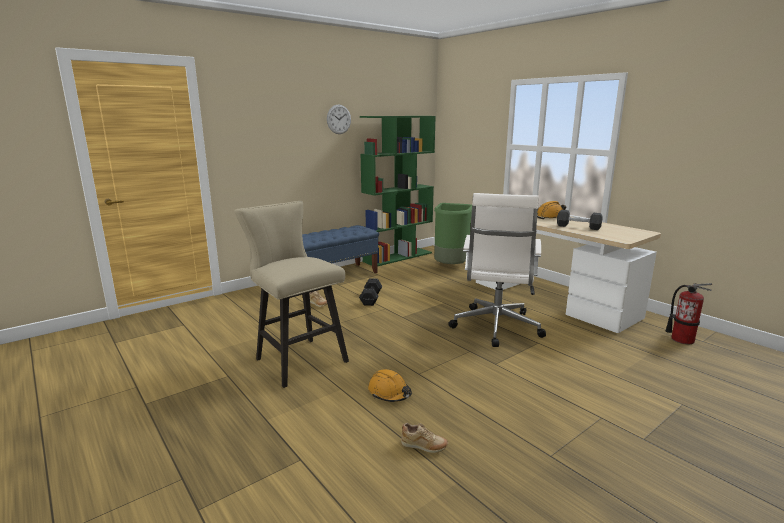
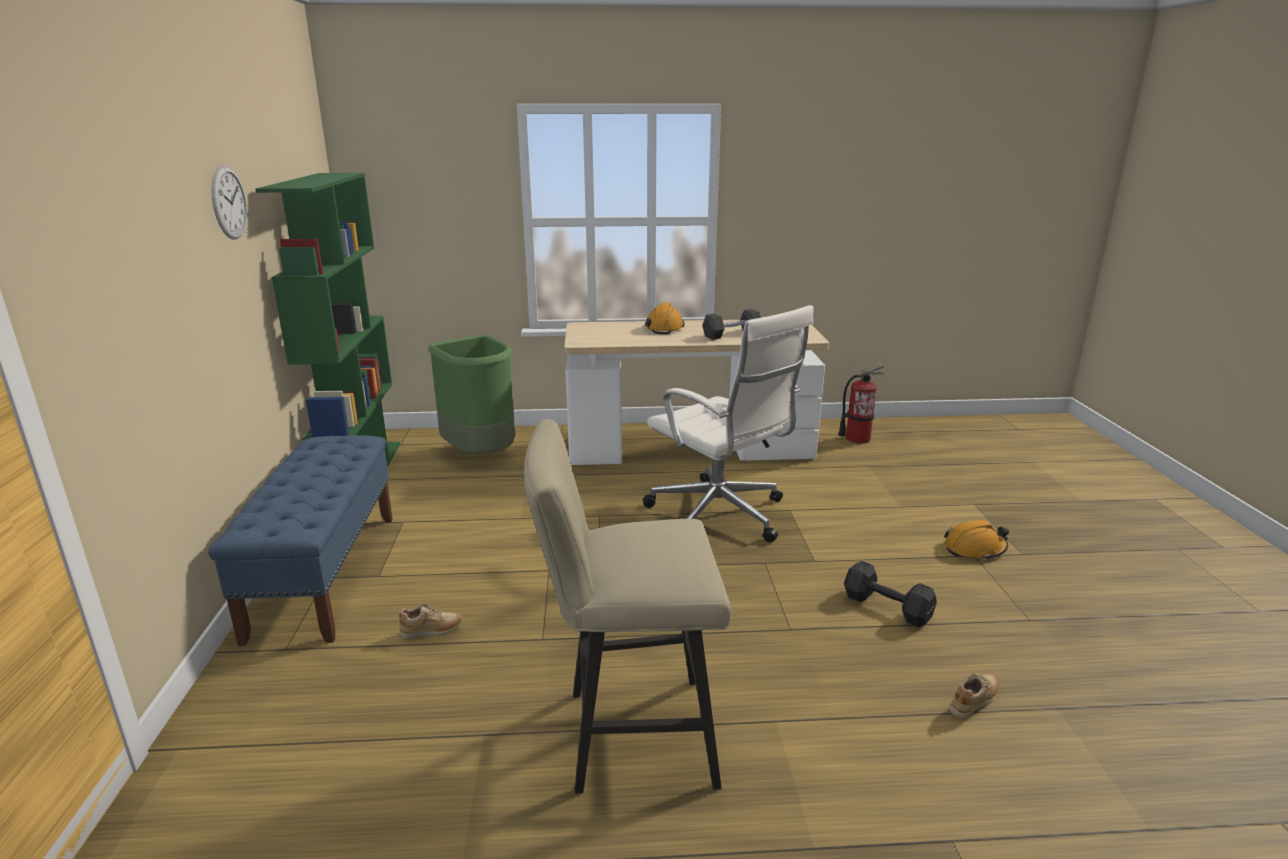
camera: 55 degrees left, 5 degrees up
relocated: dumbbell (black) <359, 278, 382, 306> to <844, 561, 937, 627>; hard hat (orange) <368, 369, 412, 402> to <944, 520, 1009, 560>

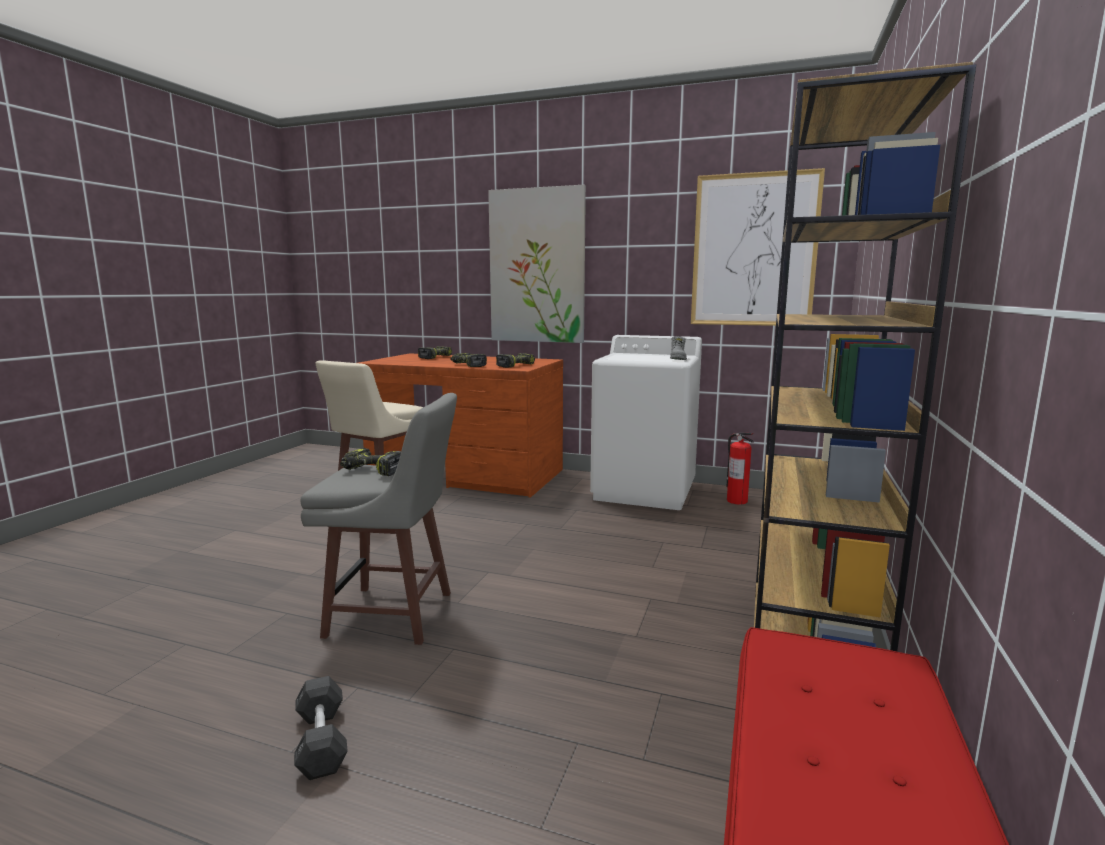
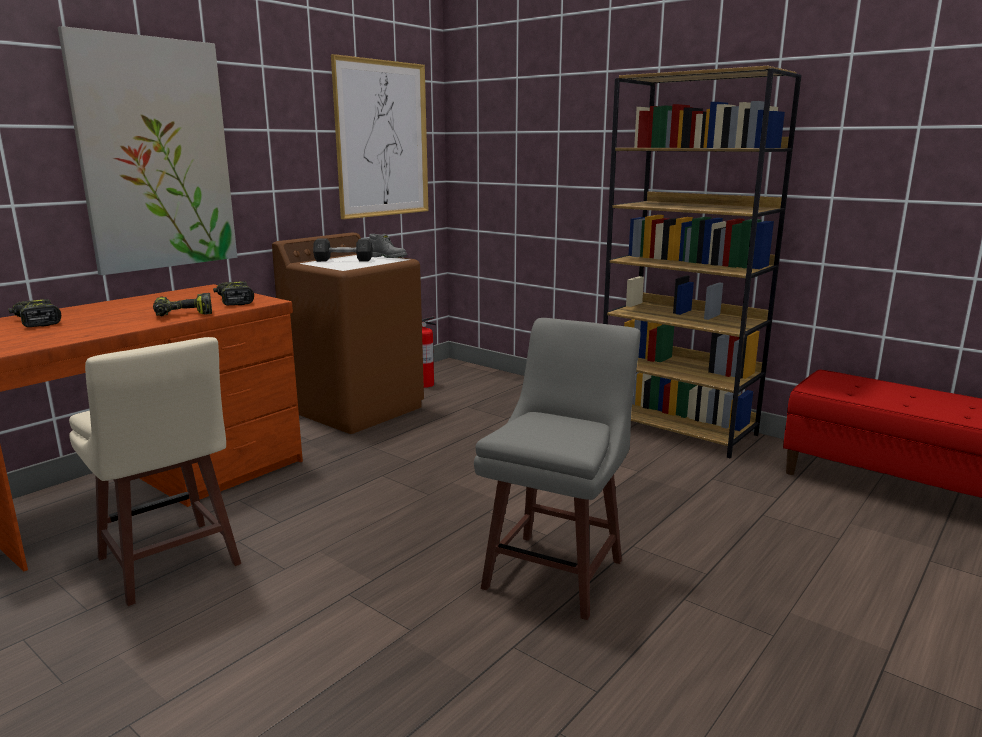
camera: 70 degrees left, 5 degrees up
missing: power drill <340, 448, 401, 476>
relocated: dumbbell (grey) <294, 676, 348, 780> to <313, 238, 373, 262>
colour: washing machine (white) <590, 335, 702, 510> to washing machine (brown) <272, 232, 424, 434>

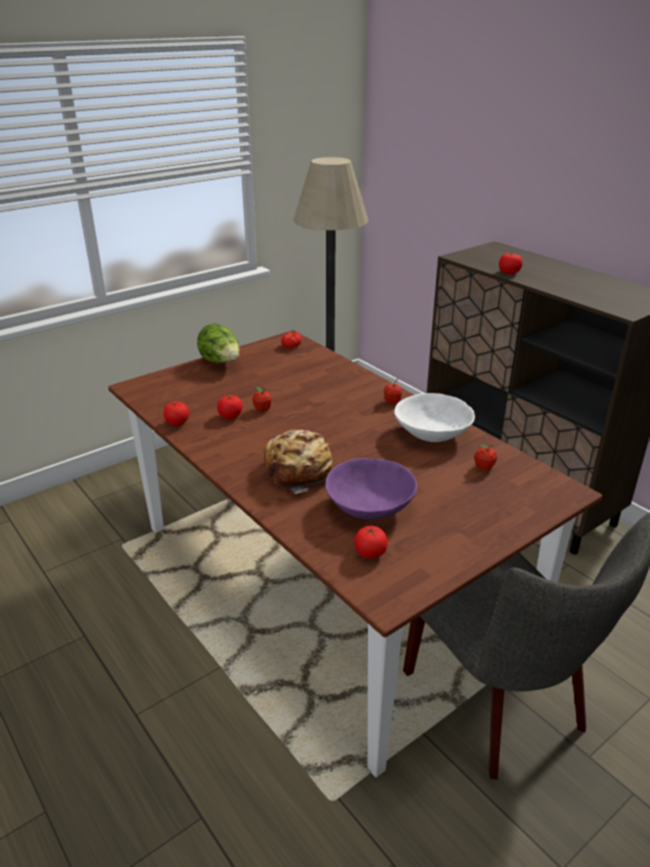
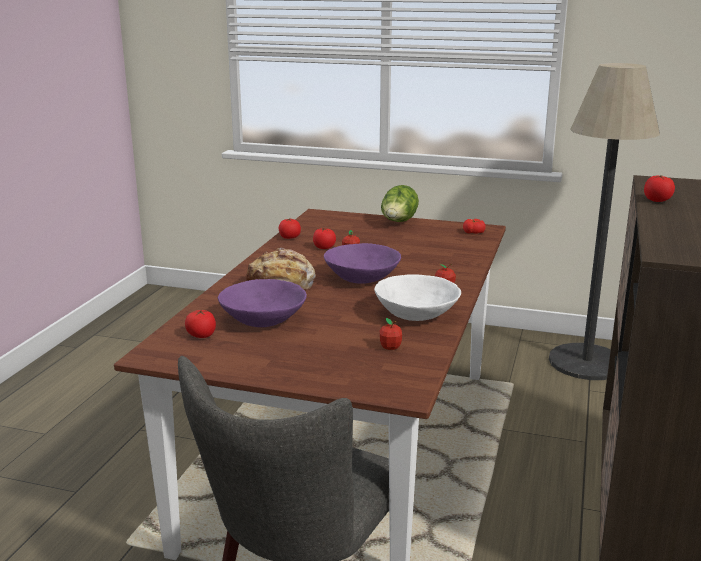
camera: 55 degrees right, 10 degrees down
appeared: bowl (purple) <324, 243, 401, 284>

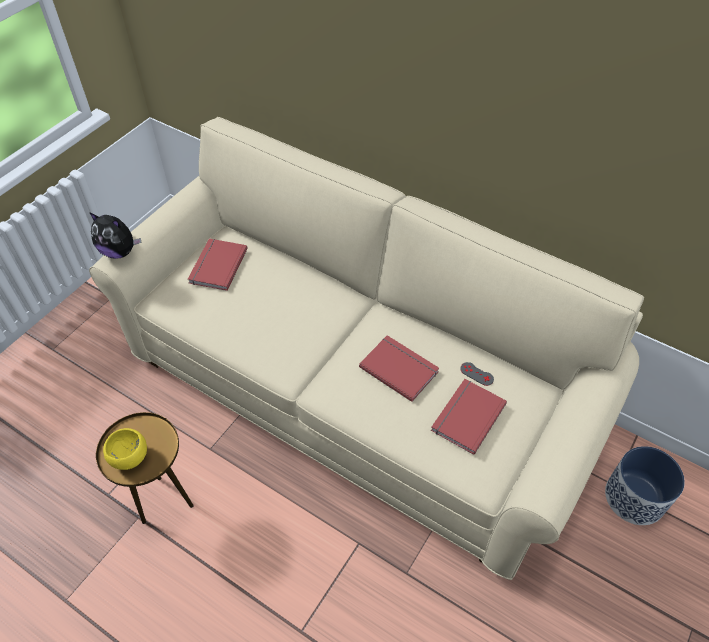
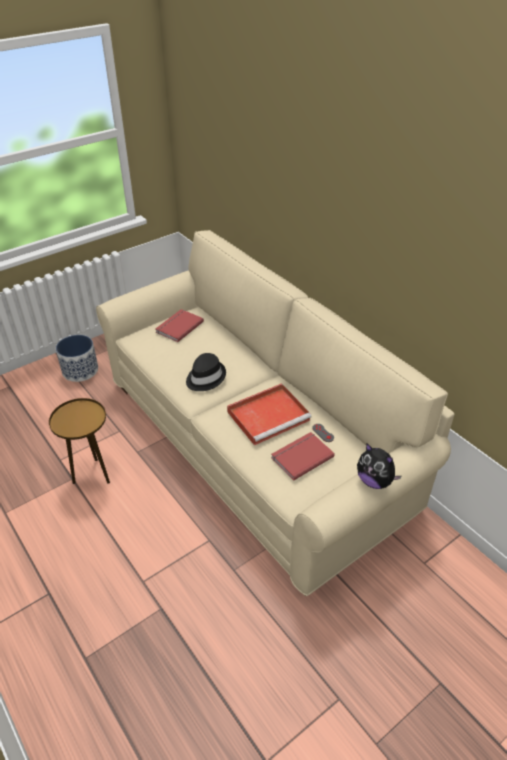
camera: 20 degrees right, 10 degrees down
missing: bowl (yellow) <103, 428, 147, 470>
appeared: hat (black) <186, 353, 226, 391>
relocated: plush toy <89, 212, 141, 259> to <357, 443, 402, 489>; planter <605, 446, 685, 525> to <56, 335, 98, 382>
exchanged: book (red) <359, 335, 439, 402> to tray (red) <227, 383, 312, 445>

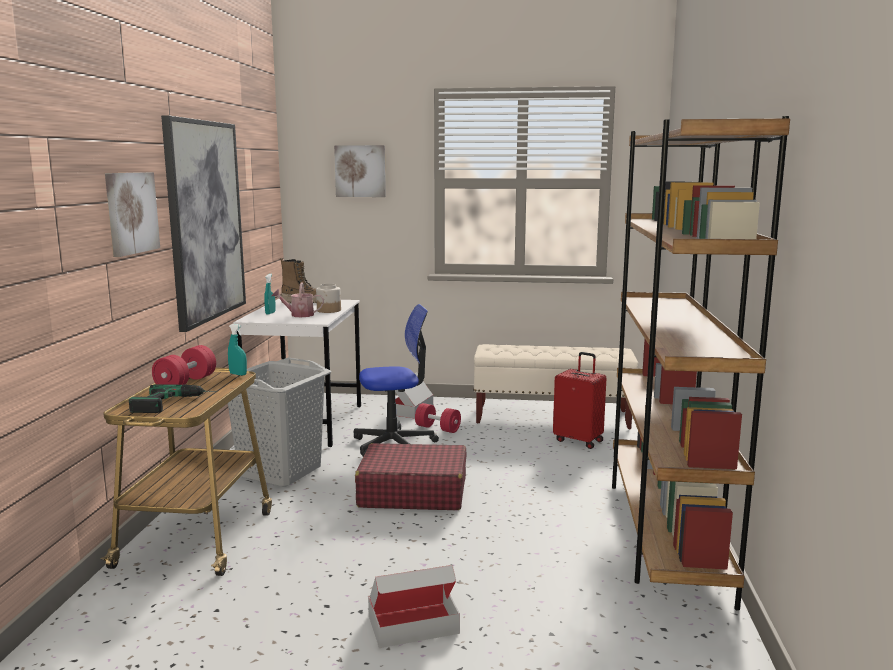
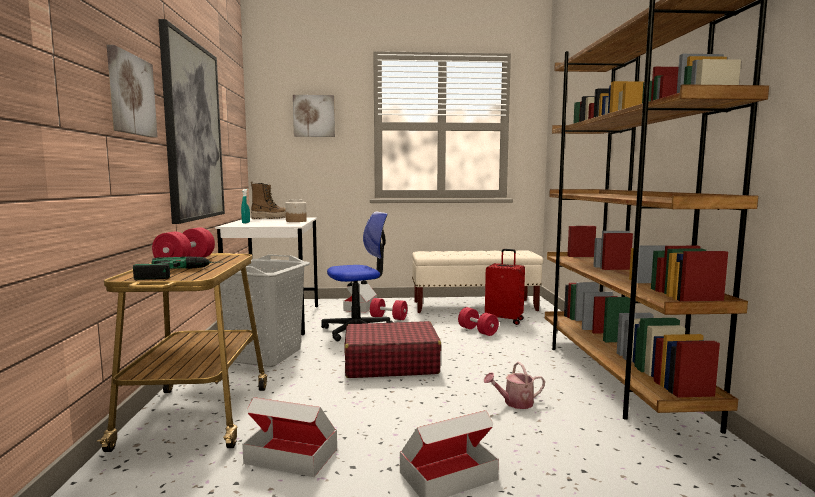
camera: 10 degrees left, 5 degrees down
missing: spray bottle (turquoise) <228, 324, 247, 376>
appeared: dumbbell (red) <458, 307, 499, 336>; cardboard box <242, 397, 337, 477>
relocated: watering can <271, 282, 324, 317> to <484, 362, 545, 409>

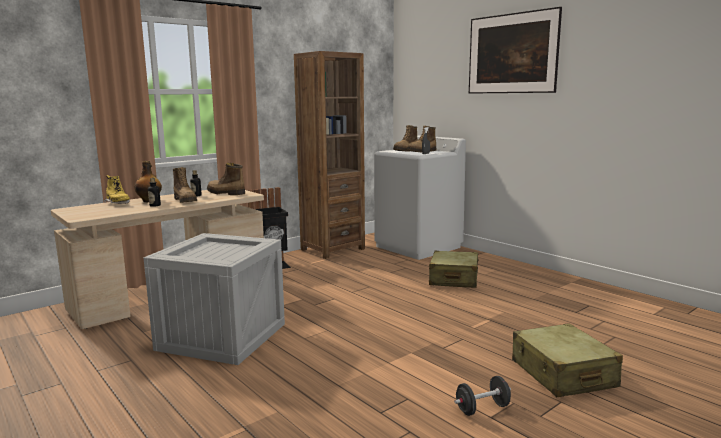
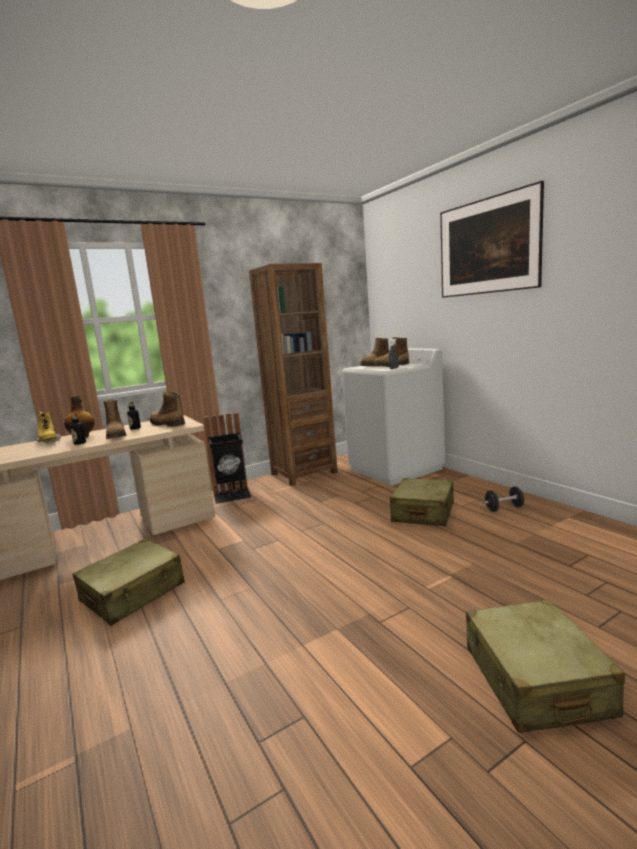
camera: 10 degrees right, 0 degrees up
relocated: dumbbell (black) <454, 376, 511, 416> to <484, 486, 525, 512>
exchanged: crate <144, 233, 285, 365> to suitcase (beige) <72, 538, 185, 626>

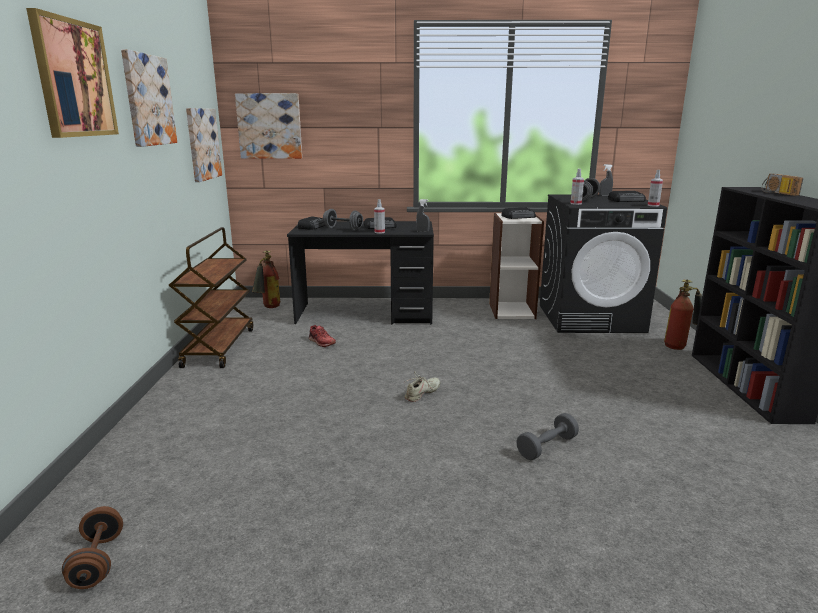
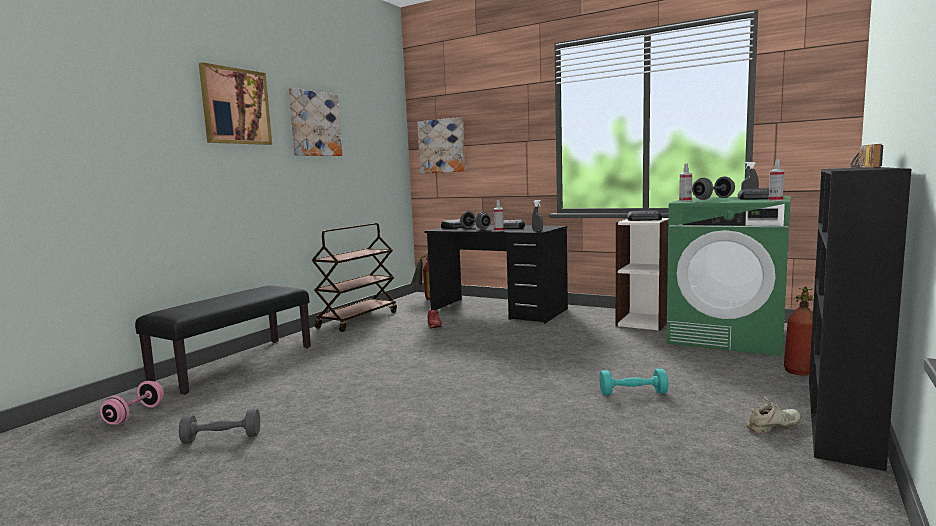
camera: 30 degrees right, 10 degrees down
missing: picture <186, 108, 222, 182>
appeared: bench (black) <135, 286, 311, 395>; dumbbell (turquoise) <600, 369, 668, 396>
relocated: shoe (beige) <405, 371, 440, 402> to <746, 396, 801, 433>; dumbbell (grey) <516, 413, 579, 460> to <179, 408, 260, 444>
colour: washing machine (black) <540, 194, 667, 333> to washing machine (green) <666, 196, 791, 356>; dumbbell (brown) <62, 506, 123, 589> to dumbbell (pink) <100, 381, 164, 425>

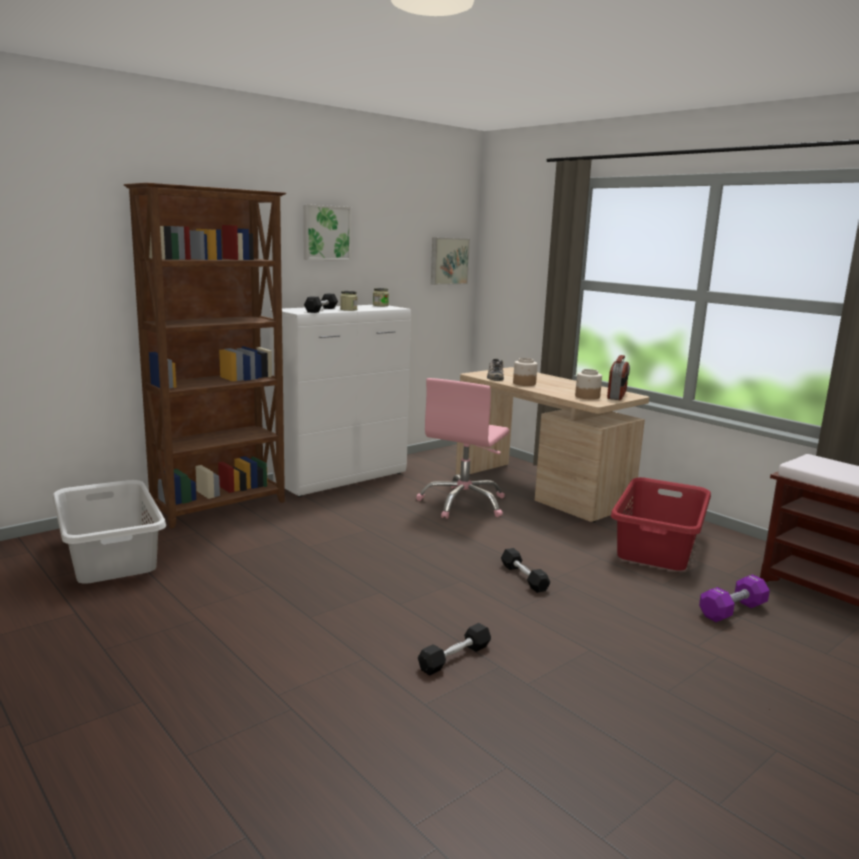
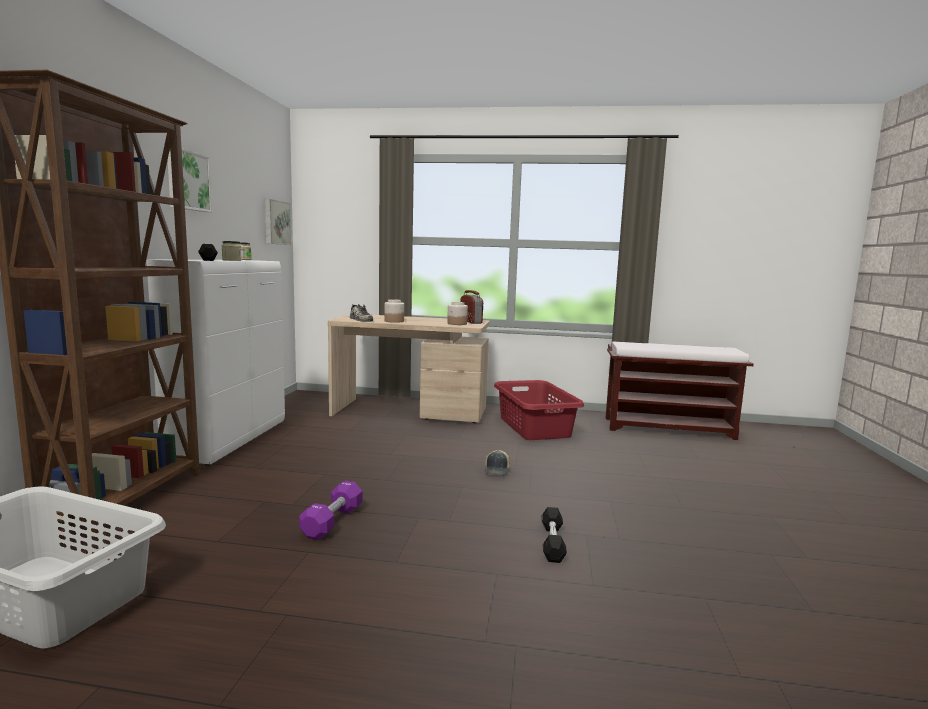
camera: 40 degrees left, 5 degrees down
missing: office chair (pink) <416, 378, 509, 519>
relocated: dumbbell (purple) <699, 574, 770, 622> to <299, 480, 362, 540>
exchanged: dumbbell (black) <501, 548, 550, 593> to cap <485, 450, 510, 476>

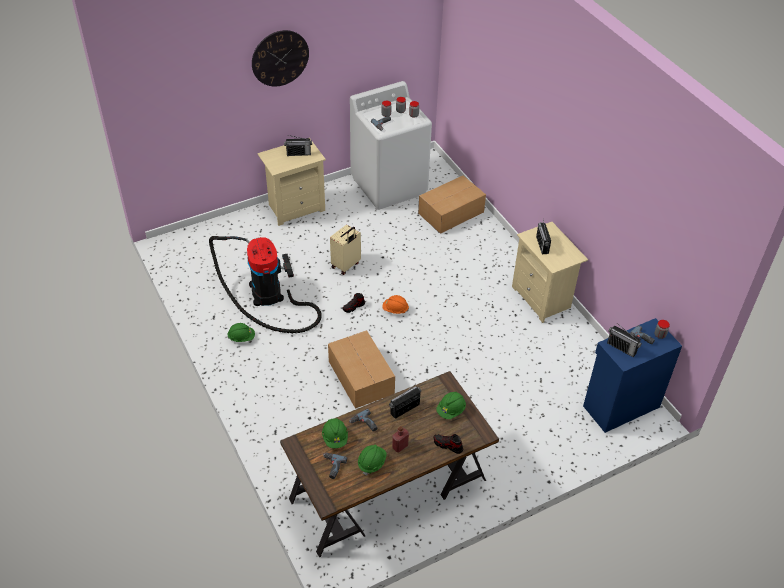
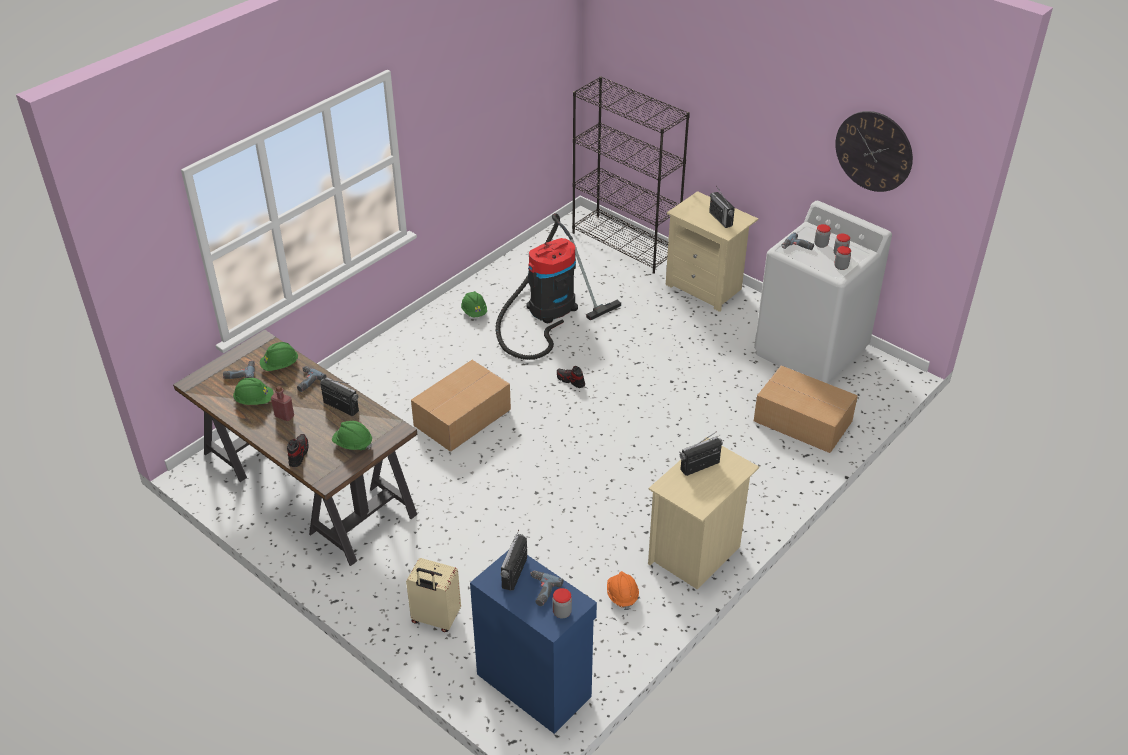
camera: 70 degrees right, 5 degrees down
appeared: bookcase (black) <572, 76, 690, 274>
relocated: wall clock <252, 30, 309, 86> to <835, 111, 913, 192>; suitcase (beige) <330, 225, 361, 275> to <406, 558, 461, 632>; hard hat (orange) <382, 295, 409, 314> to <607, 571, 639, 610>

